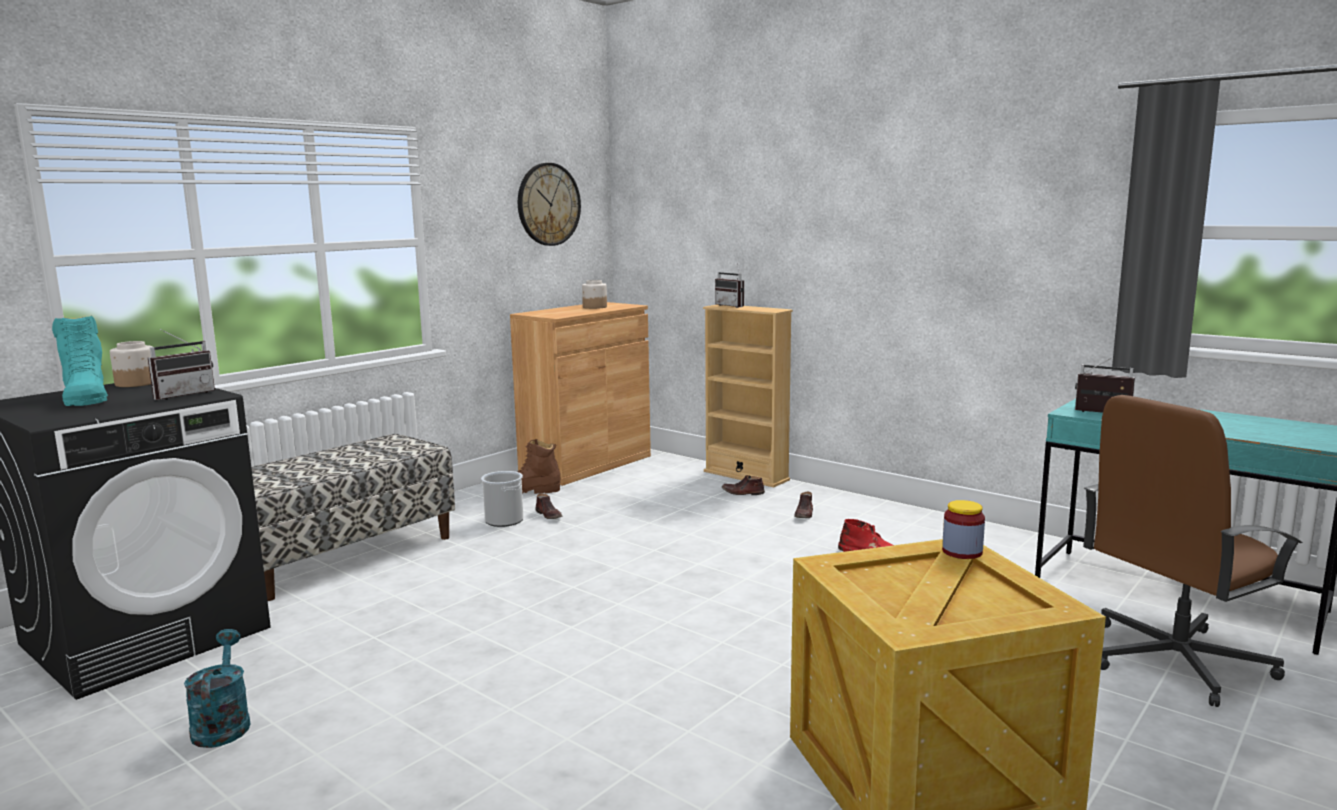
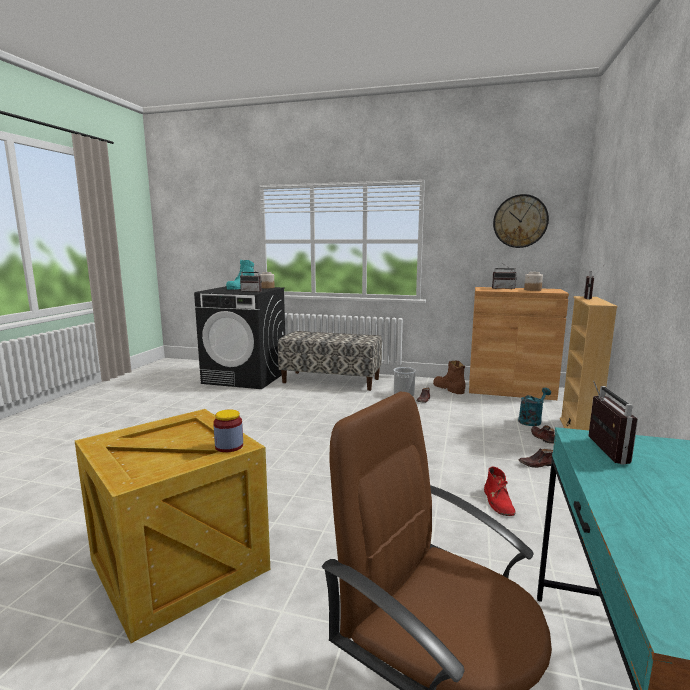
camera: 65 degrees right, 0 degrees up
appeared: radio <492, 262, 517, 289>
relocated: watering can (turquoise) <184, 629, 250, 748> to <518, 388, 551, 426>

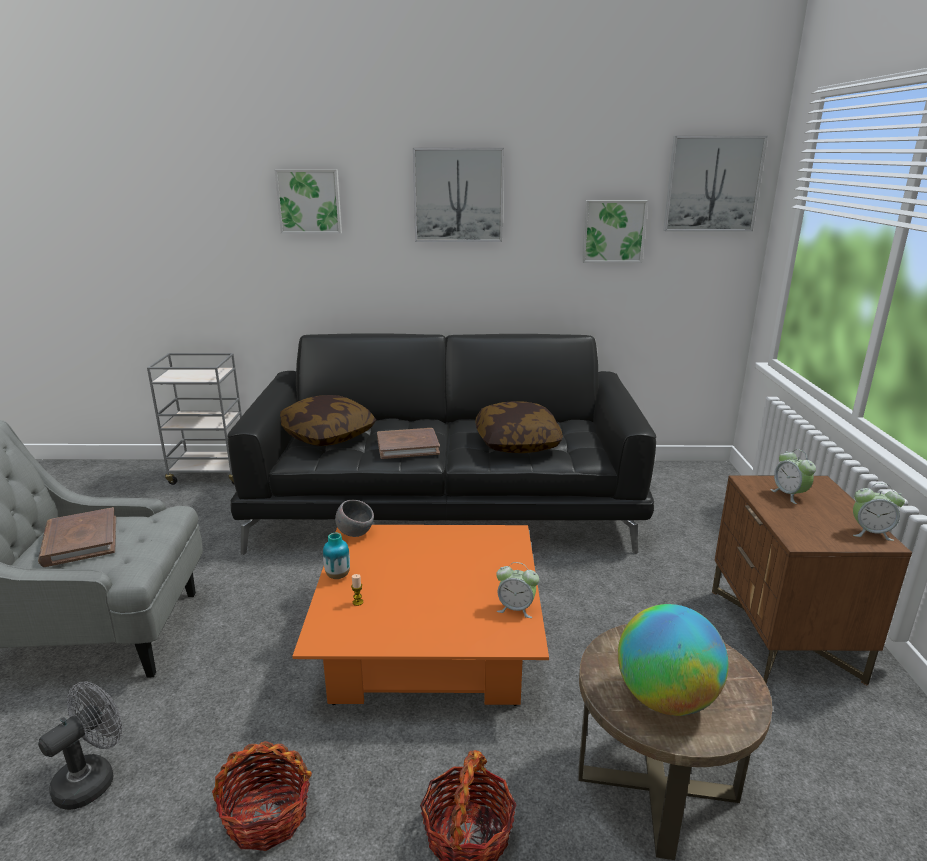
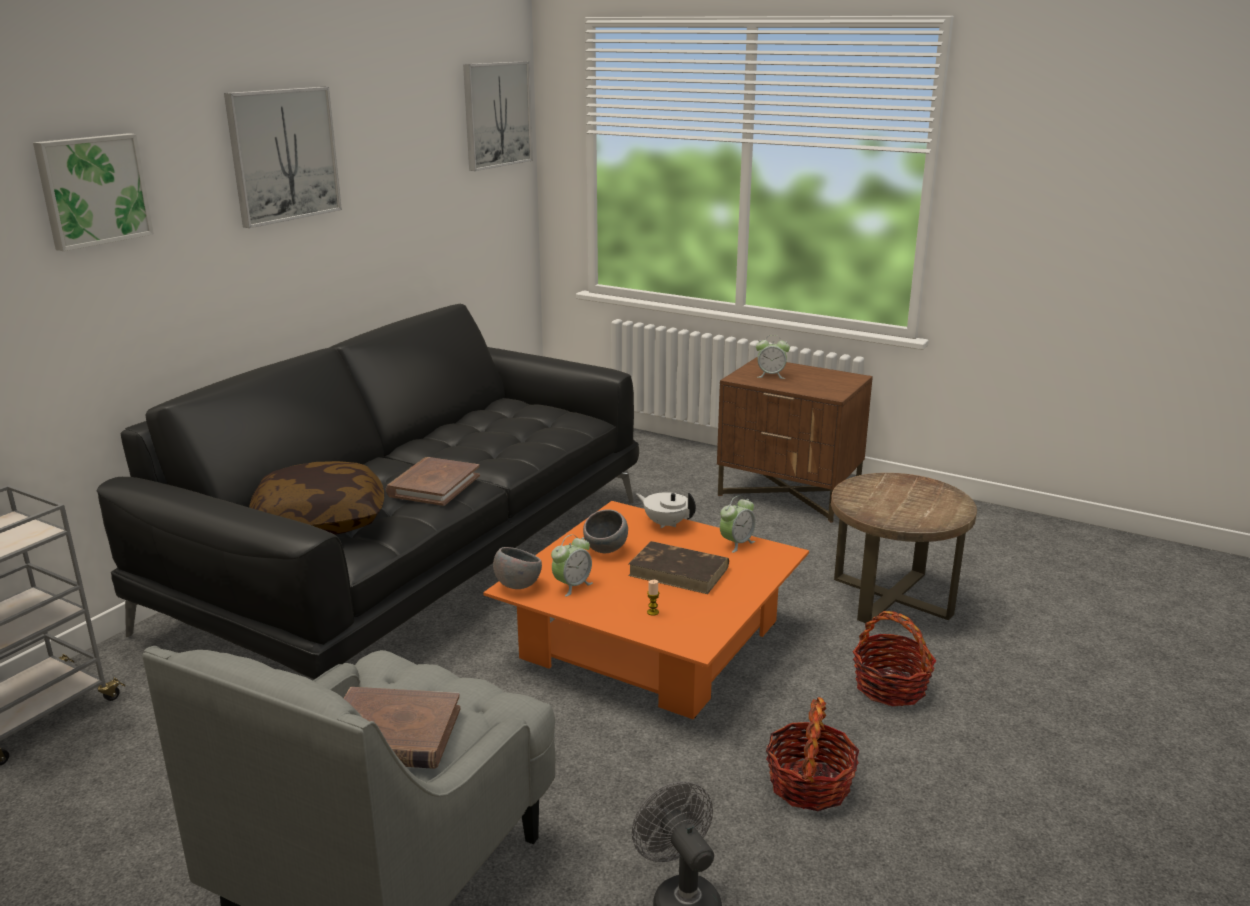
camera: 60 degrees left, 0 degrees up
missing: picture <582, 200, 648, 263>; pillow <475, 401, 563, 453>; vase <323, 533, 350, 579>; globe <618, 604, 729, 716>
appeared: teapot (white) <636, 492, 696, 529>; bowl (grey) <583, 509, 628, 553>; book (brown) <628, 541, 729, 594>
relocated: alarm clock <853, 483, 905, 541> to <551, 534, 593, 597>

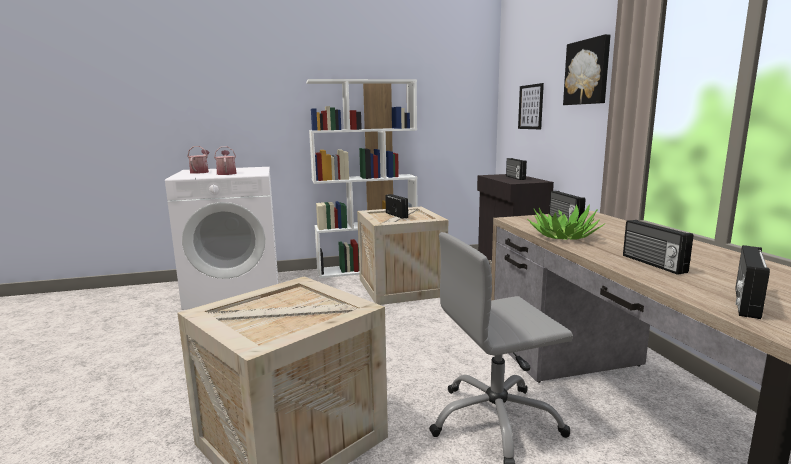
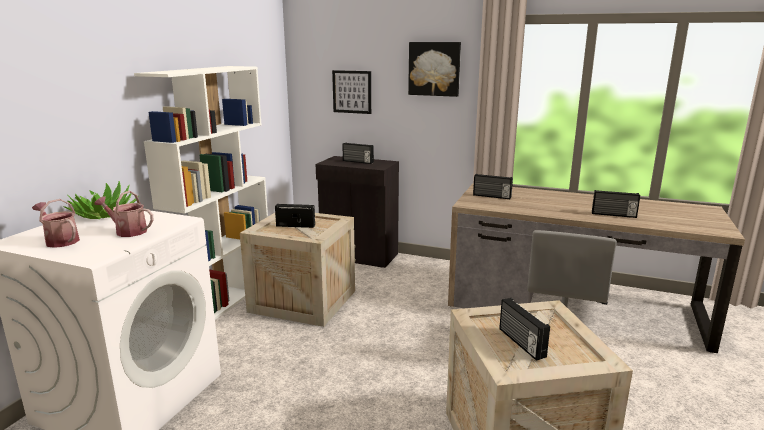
camera: 55 degrees left, 5 degrees up
relocated: potted plant <527, 204, 605, 240> to <63, 181, 139, 219>; radio <735, 245, 770, 319> to <499, 298, 550, 361>

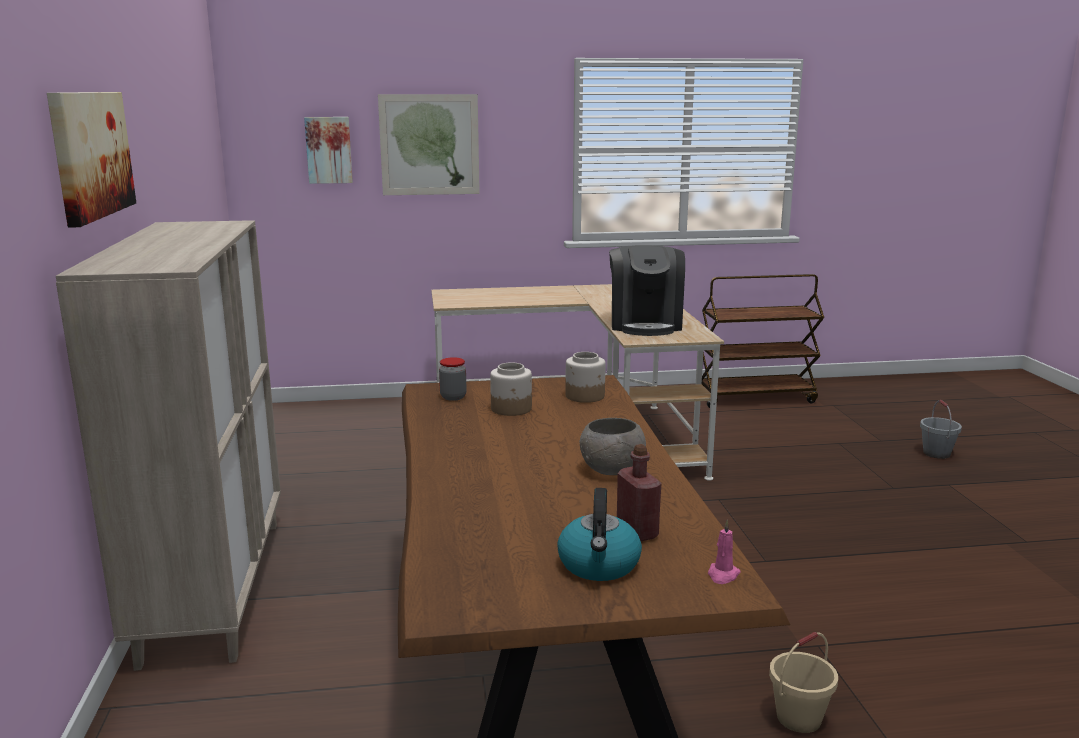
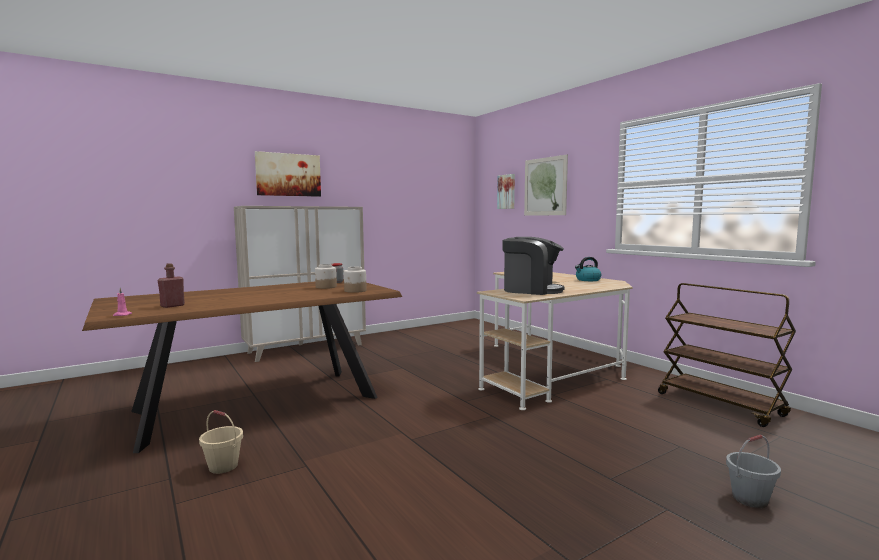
camera: 65 degrees right, 10 degrees down
missing: bowl (grey) <580, 418, 646, 475>
relocated: kettle <557, 488, 642, 581> to <575, 257, 601, 281>
spun: coffee machine <609, 245, 685, 336> = <502, 237, 565, 295> 135 degrees counterclockwise

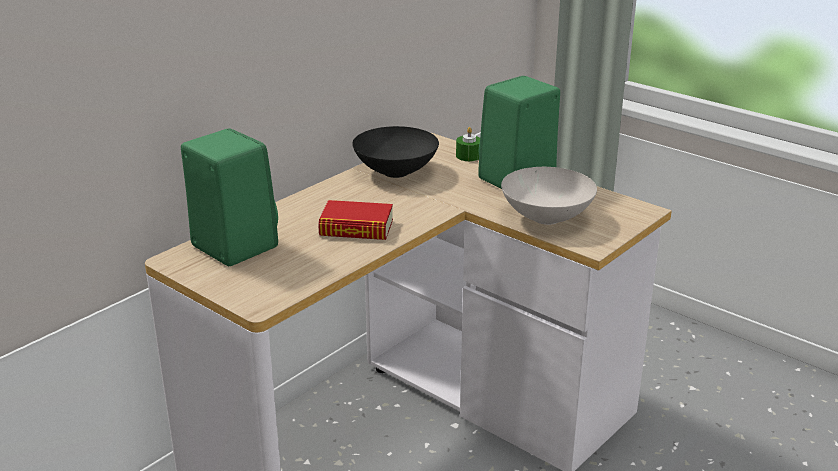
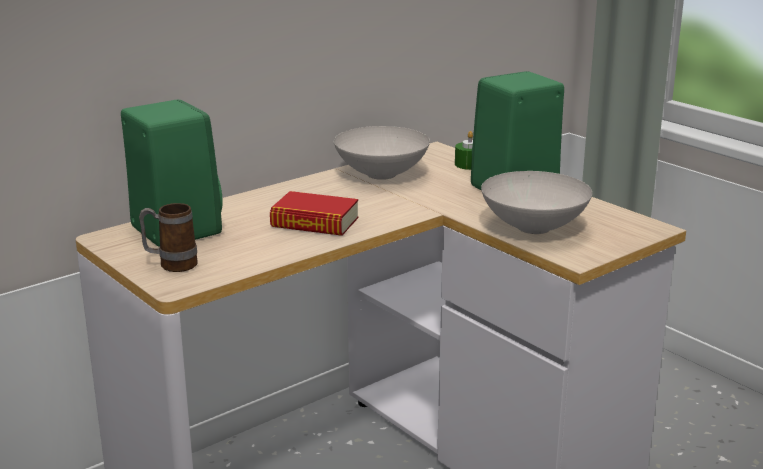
camera: 10 degrees right, 5 degrees down
appeared: mug <139, 203, 198, 272>
colour: bowl (black) <352, 126, 439, 178> to bowl (white) <334, 126, 430, 180>

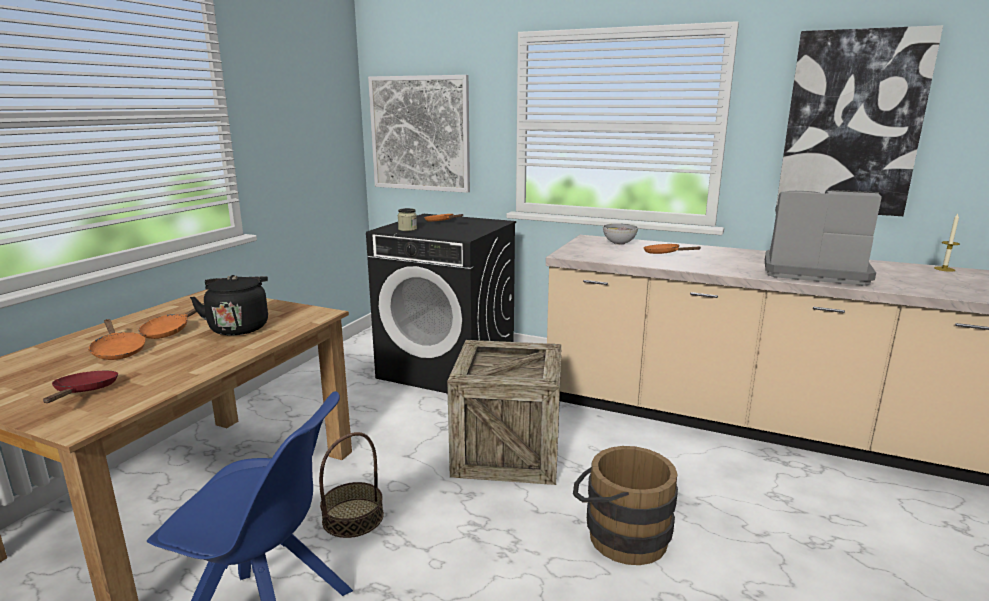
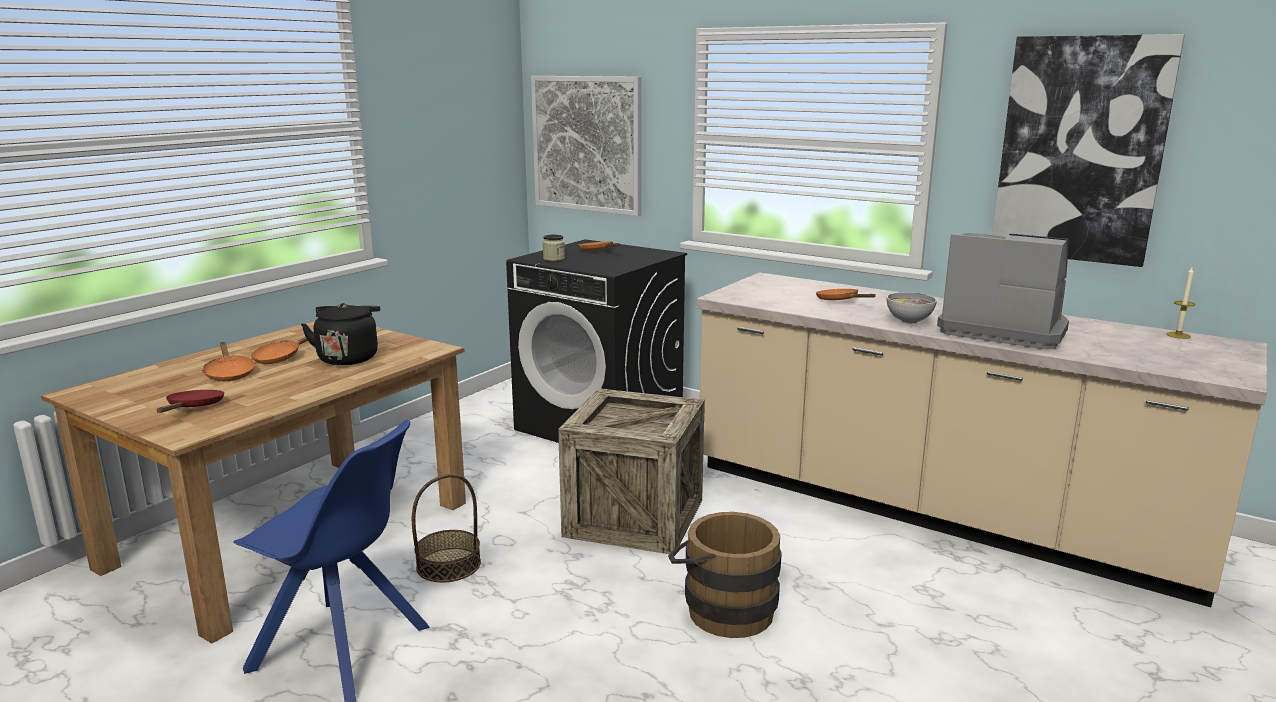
camera: 10 degrees right, 0 degrees up
relocated: bowl <603, 223, 638, 245> to <886, 292, 937, 324>

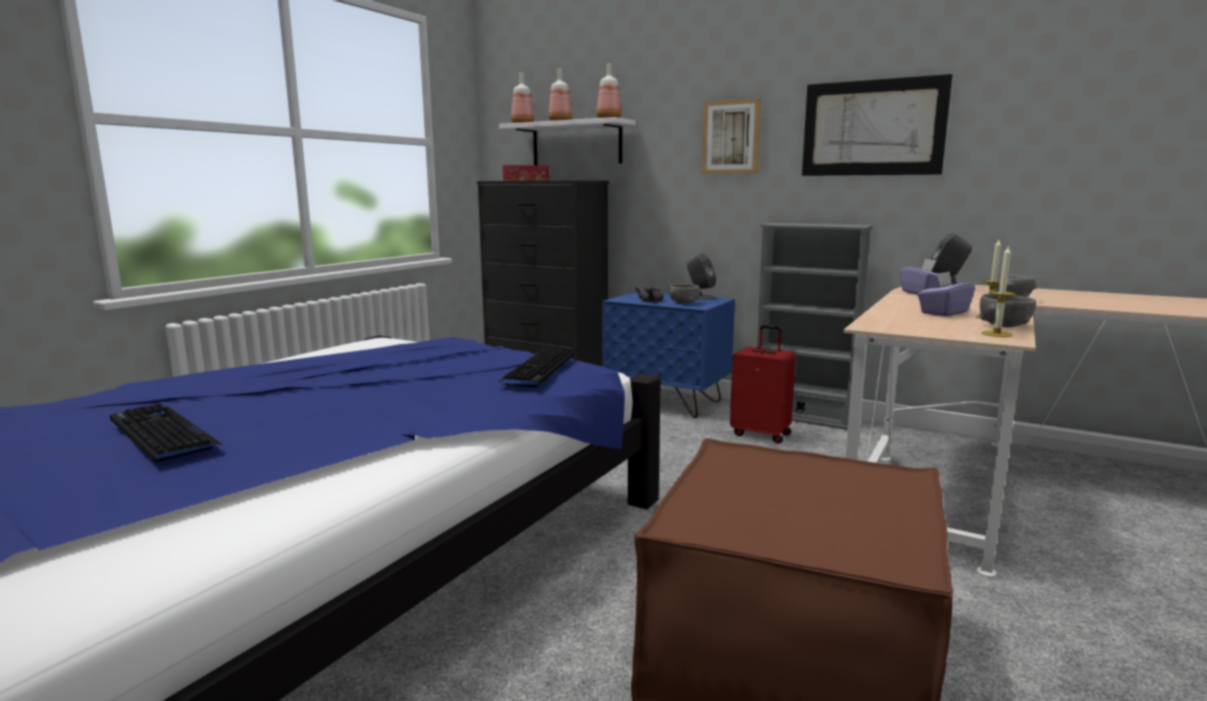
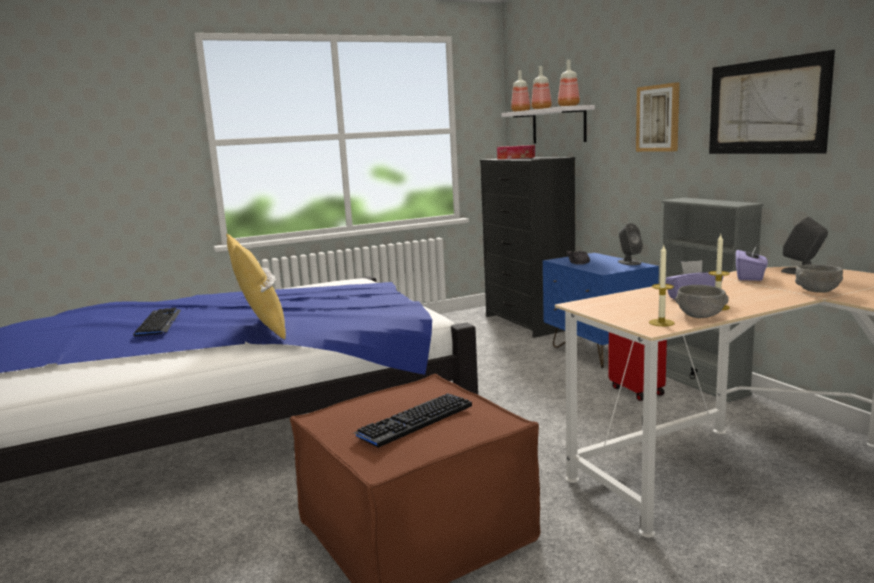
camera: 35 degrees right, 0 degrees up
missing: bowl (grey) <669, 283, 701, 304>
appeared: pillow (yellow) <226, 234, 286, 339>
relocated: keyboard <496, 349, 575, 387> to <352, 393, 472, 448>

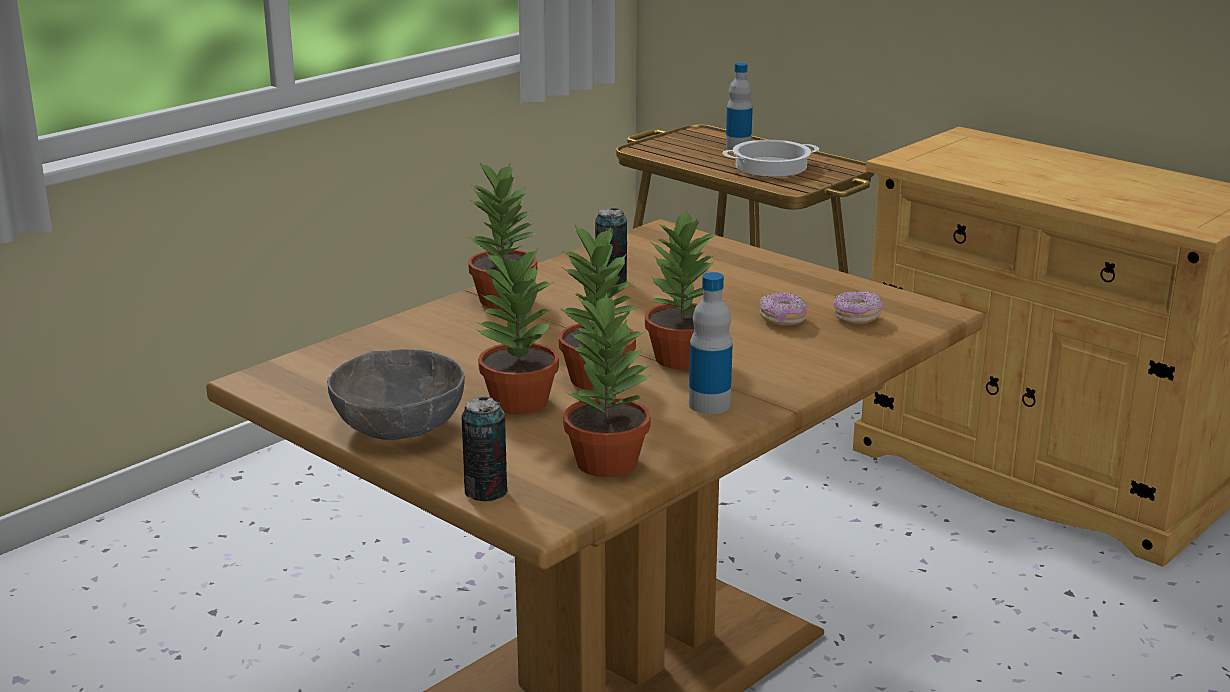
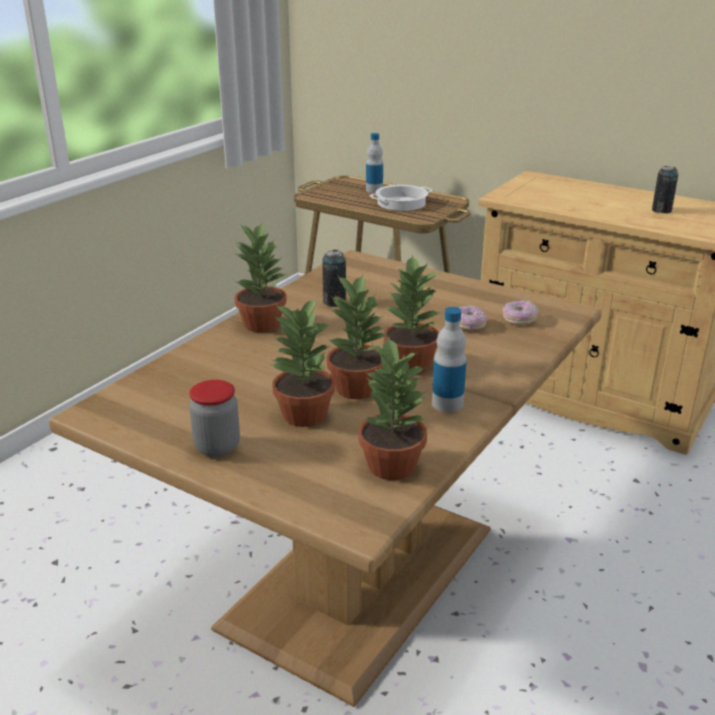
camera: 10 degrees left, 5 degrees up
relocated: can <462, 397, 508, 501> to <652, 166, 678, 213>
exchanged: bowl (grey) <327, 349, 465, 440> to jar <189, 380, 240, 457>

